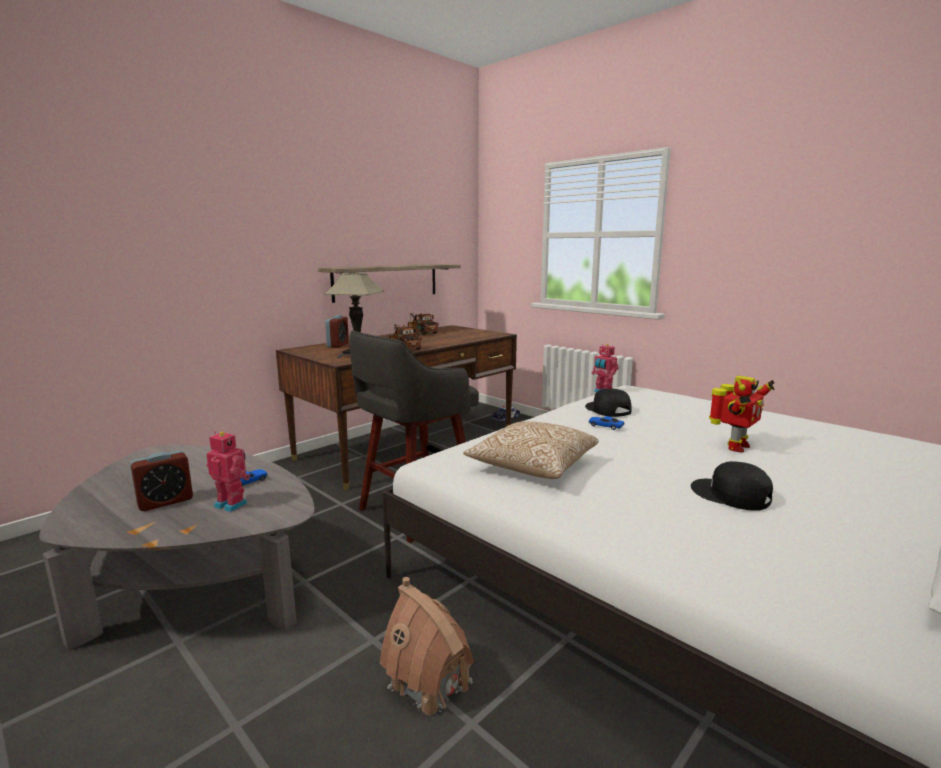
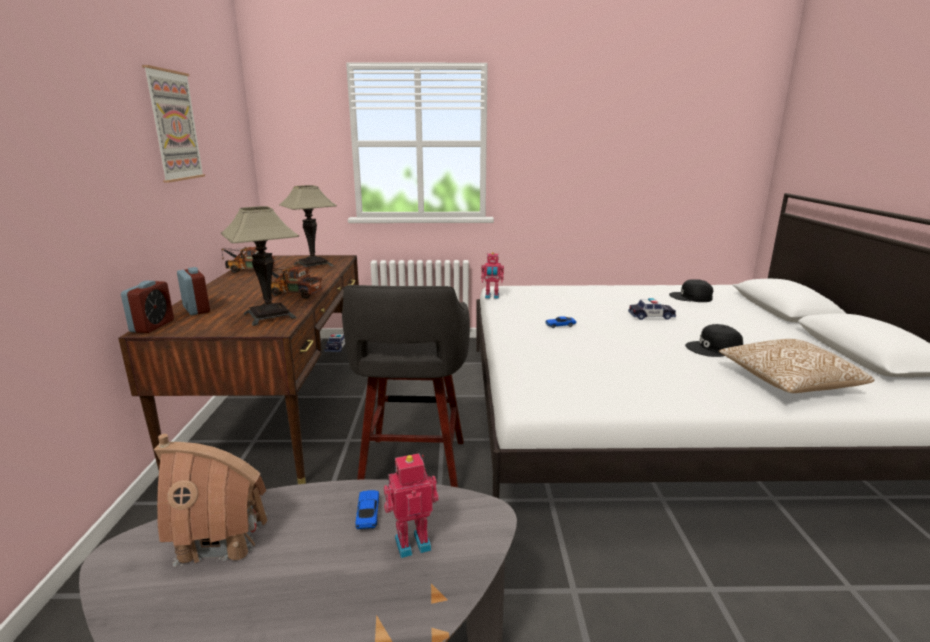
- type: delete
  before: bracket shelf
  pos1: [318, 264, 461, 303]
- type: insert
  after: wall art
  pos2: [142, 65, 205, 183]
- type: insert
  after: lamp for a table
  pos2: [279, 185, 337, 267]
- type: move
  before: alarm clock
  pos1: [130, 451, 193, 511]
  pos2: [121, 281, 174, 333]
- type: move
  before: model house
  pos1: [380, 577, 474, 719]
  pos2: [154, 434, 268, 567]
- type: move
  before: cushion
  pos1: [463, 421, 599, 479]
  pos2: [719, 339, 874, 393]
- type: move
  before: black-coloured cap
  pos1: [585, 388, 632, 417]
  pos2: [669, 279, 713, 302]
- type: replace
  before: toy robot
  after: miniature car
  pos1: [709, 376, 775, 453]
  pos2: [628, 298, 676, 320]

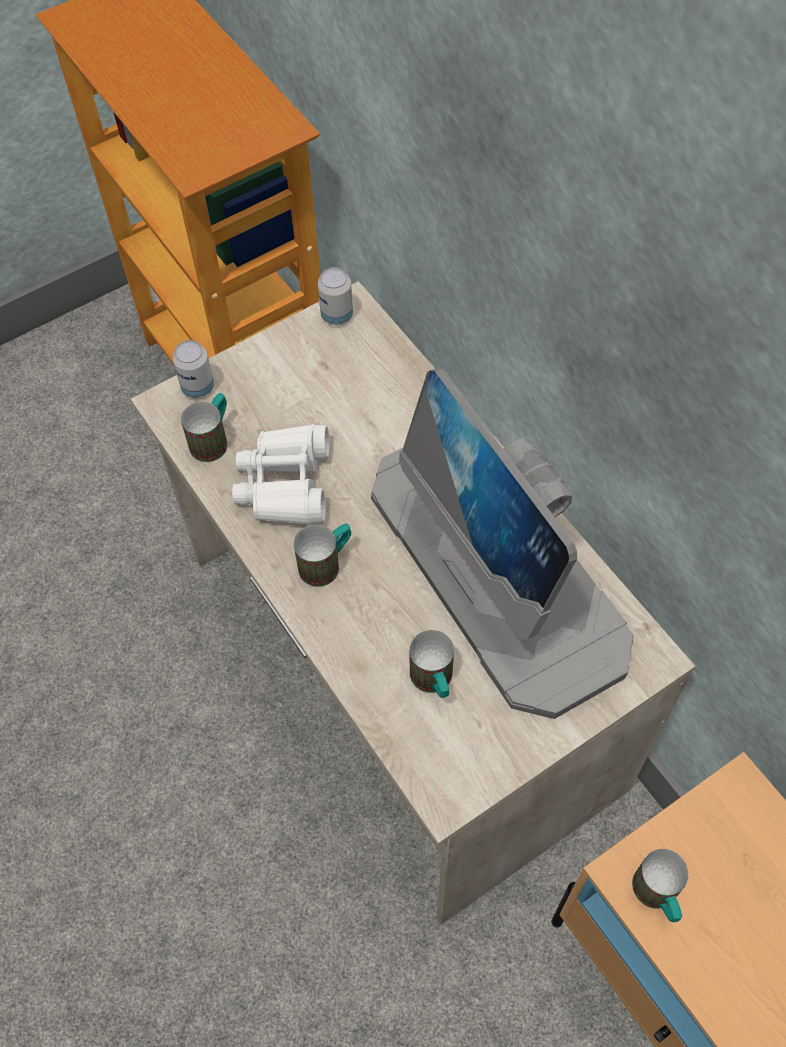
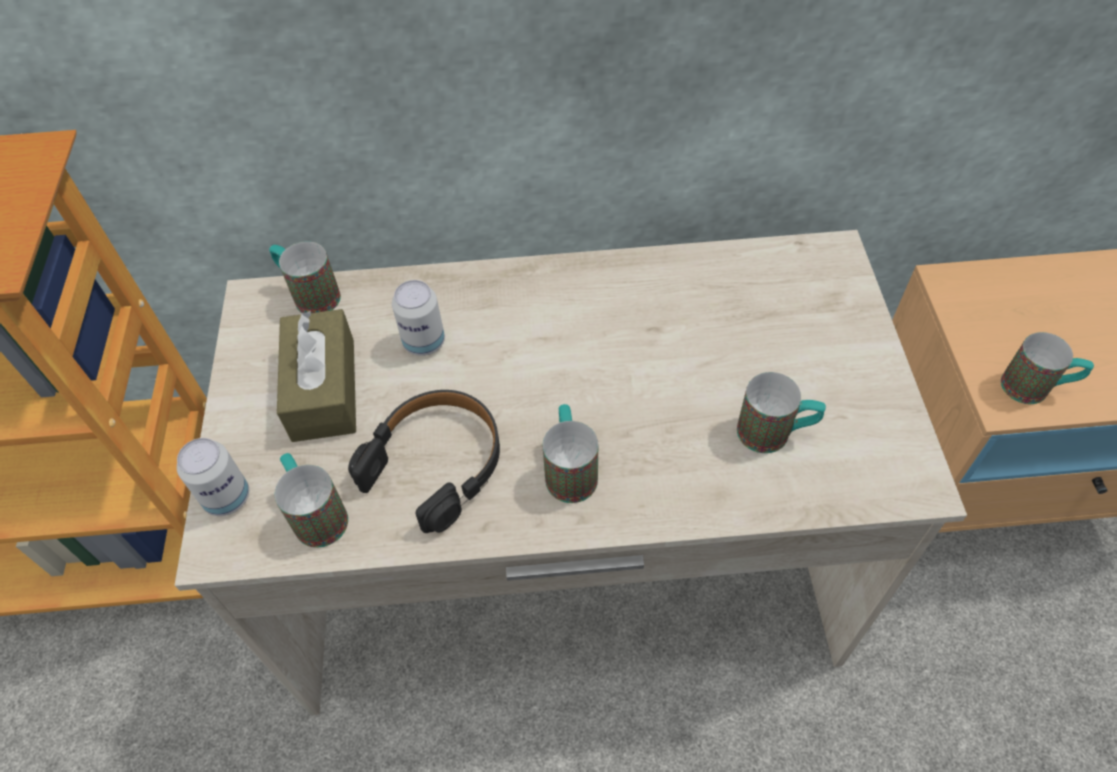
- type: delete
  before: computer screen
  pos1: [371, 368, 634, 719]
- type: insert
  after: mug
  pos2: [269, 241, 341, 313]
- type: insert
  after: brownish tissue holder
  pos2: [277, 309, 356, 442]
- type: move
  before: can
  pos1: [318, 267, 353, 325]
  pos2: [392, 280, 445, 356]
- type: replace
  before: white-coloured field glasses
  after: black-coloured pair of headphones
  pos1: [232, 424, 330, 525]
  pos2: [348, 390, 500, 533]

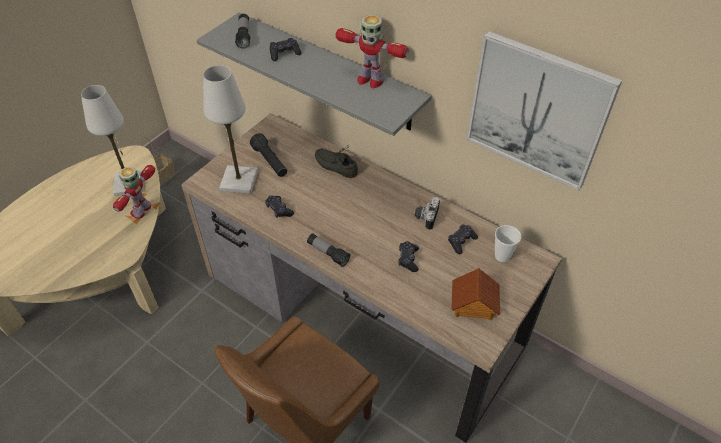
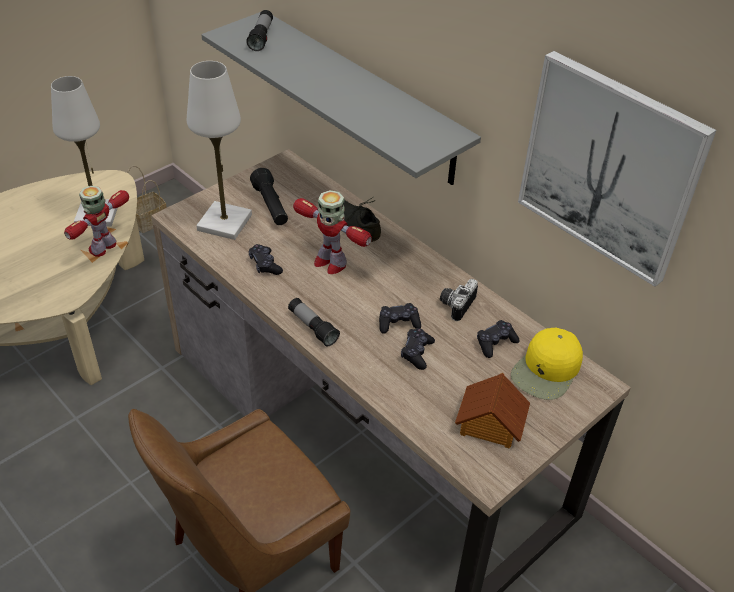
- type: move
  before: black-coloured joypad
  pos1: [270, 38, 301, 61]
  pos2: [379, 303, 421, 334]
- type: move
  before: toy robot
  pos1: [335, 15, 409, 88]
  pos2: [293, 190, 372, 274]
- type: replace
  before: drinking cup
  after: yellow-coloured cap
  pos1: [495, 225, 521, 262]
  pos2: [511, 327, 583, 400]

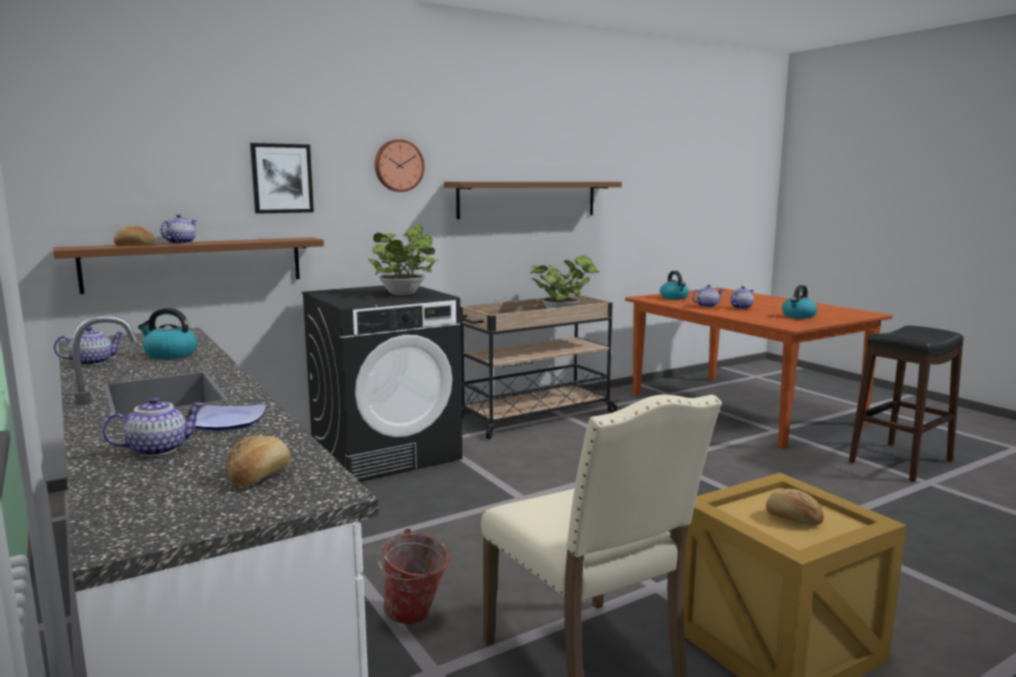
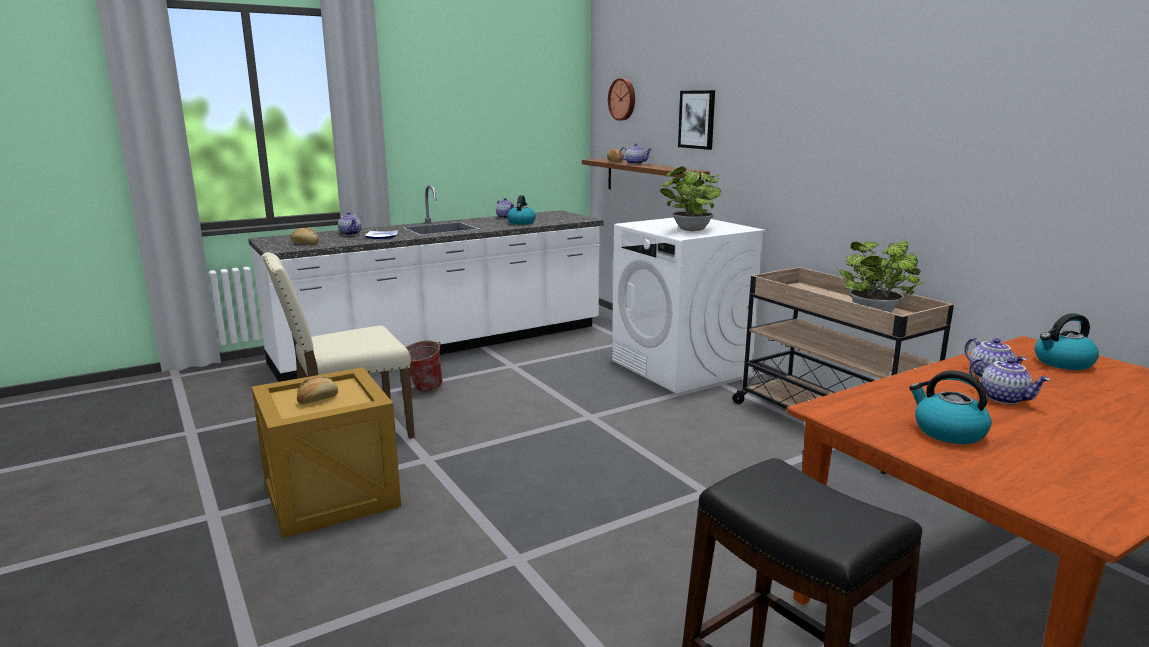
- type: delete
  before: brownish bracket shelf
  pos1: [444, 182, 622, 219]
- type: move
  before: hanging clock
  pos1: [375, 139, 425, 192]
  pos2: [608, 78, 635, 121]
- type: recolor
  before: black-coloured washing machine
  after: white-coloured washing machine
  pos1: [302, 285, 462, 482]
  pos2: [612, 218, 766, 393]

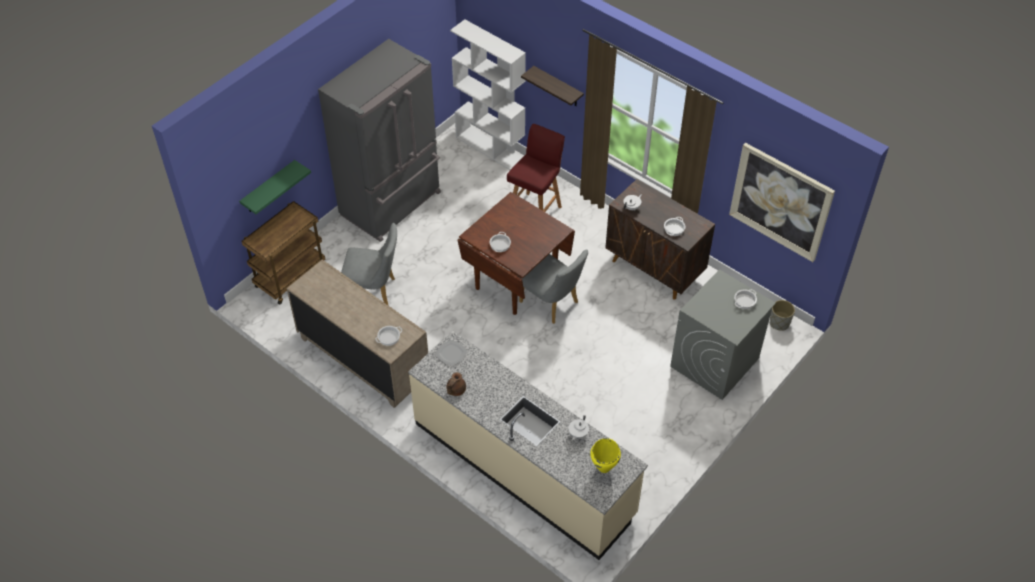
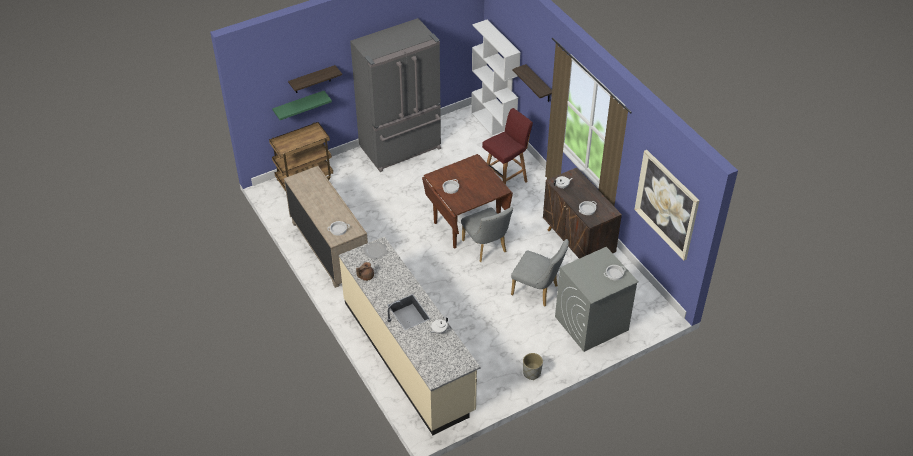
- type: delete
  before: yellow-coloured saucepot
  pos1: [590, 438, 621, 473]
- type: insert
  after: bracket shelf
  pos2: [288, 65, 342, 93]
- type: move
  before: gray upright chair
  pos1: [341, 223, 397, 306]
  pos2: [511, 239, 569, 306]
- type: move
  before: gray flower pot
  pos1: [770, 300, 795, 330]
  pos2: [523, 353, 543, 380]

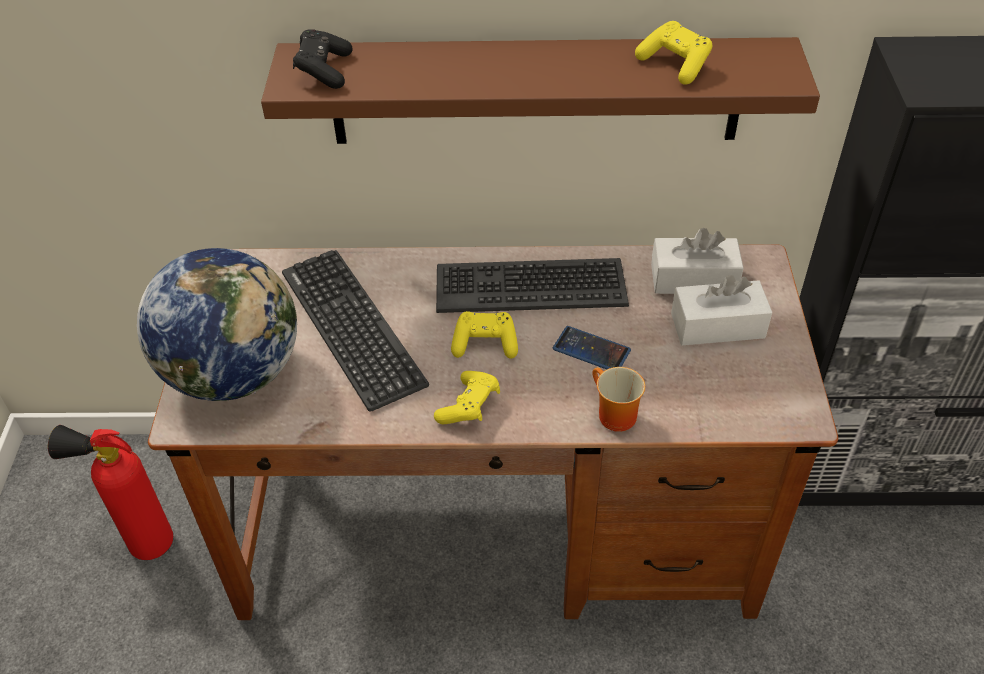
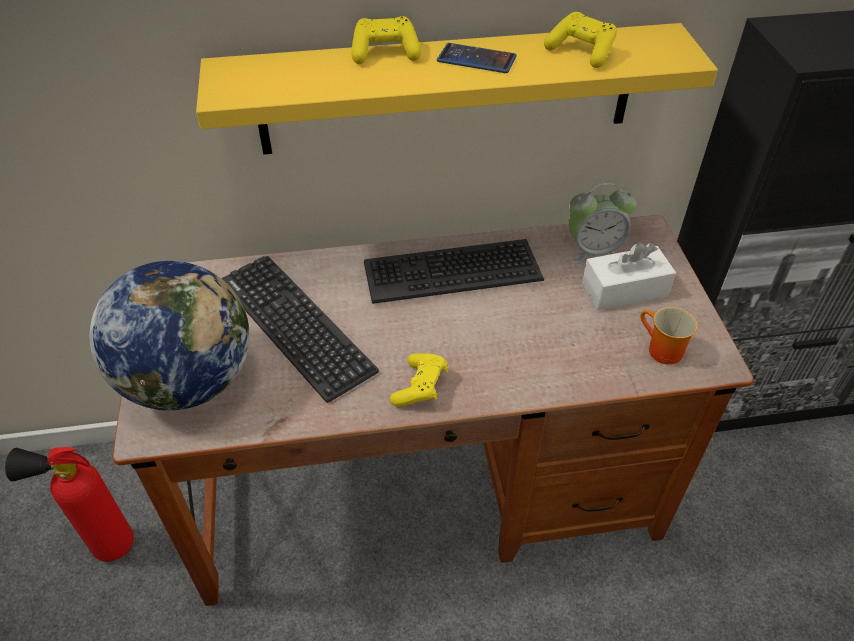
- type: delete
  before: black-coloured joypad
  pos1: [293, 29, 353, 89]
- type: move
  before: yellow-coloured joypad
  pos1: [451, 311, 518, 359]
  pos2: [352, 16, 421, 64]
- type: move
  before: telephone
  pos1: [553, 326, 631, 369]
  pos2: [437, 43, 517, 73]
- type: move
  before: mug
  pos1: [592, 367, 645, 432]
  pos2: [641, 306, 698, 365]
- type: replace
  before: white-coloured tissue holder
  after: alarm clock
  pos1: [651, 228, 744, 294]
  pos2: [569, 183, 636, 264]
- type: recolor
  before: brownish bracket shelf
  after: yellow-coloured bracket shelf
  pos1: [261, 37, 820, 144]
  pos2: [196, 23, 718, 155]

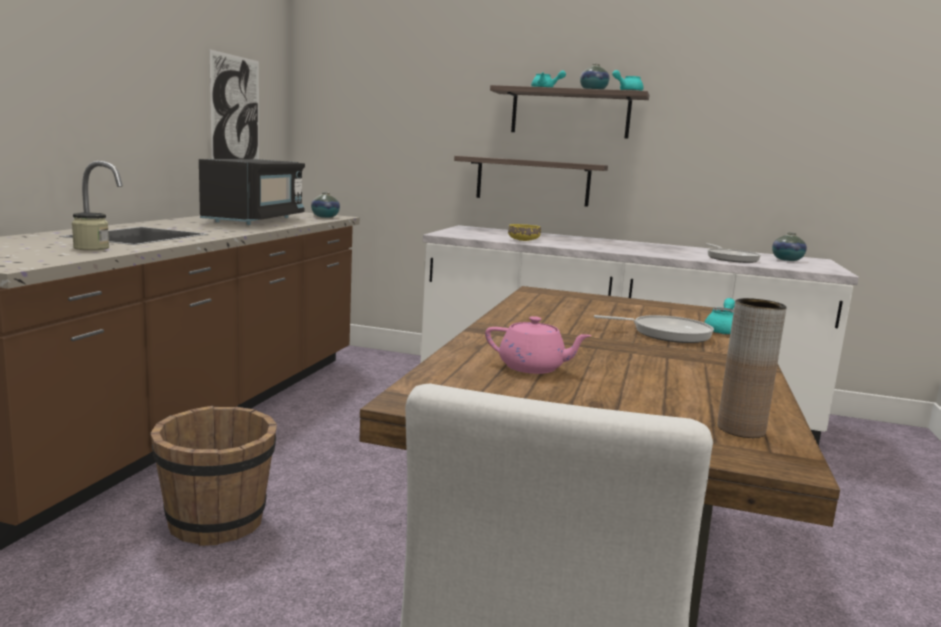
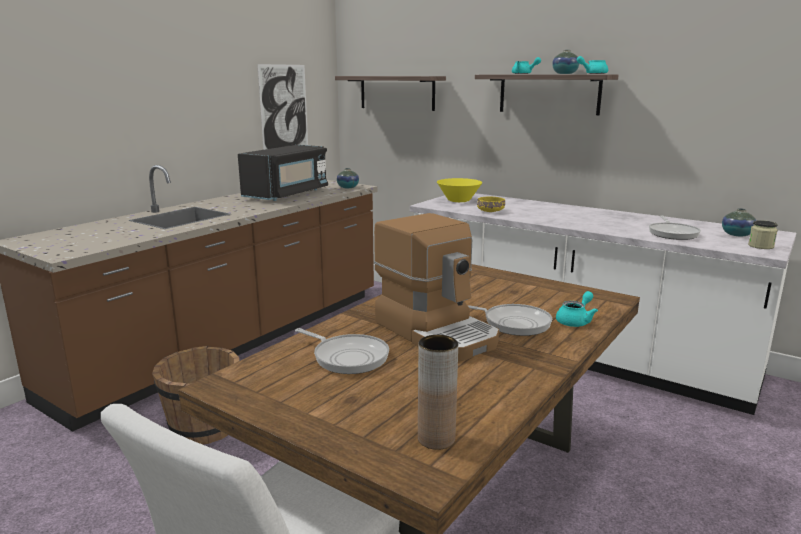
- type: insert
  after: coffee machine
  pos2: [374, 213, 499, 361]
- type: insert
  after: yellow-coloured deep dish
  pos2: [437, 178, 482, 202]
- type: move
  before: jar
  pos1: [72, 212, 109, 250]
  pos2: [748, 220, 778, 249]
- type: move
  before: bracket shelf
  pos1: [454, 156, 608, 207]
  pos2: [335, 76, 446, 111]
- type: replace
  before: pink tea pot
  after: pan
  pos1: [485, 316, 592, 374]
  pos2: [295, 328, 389, 374]

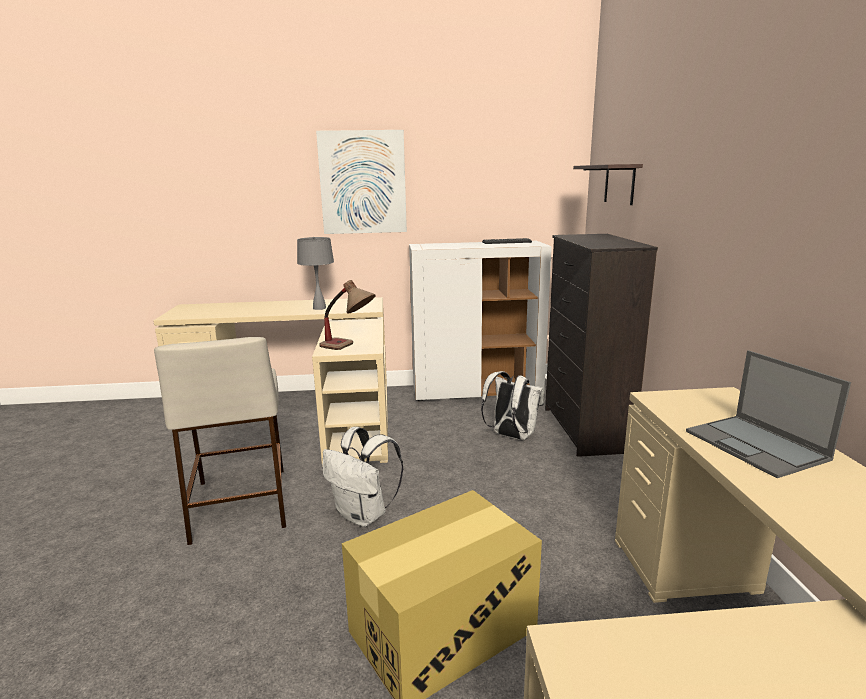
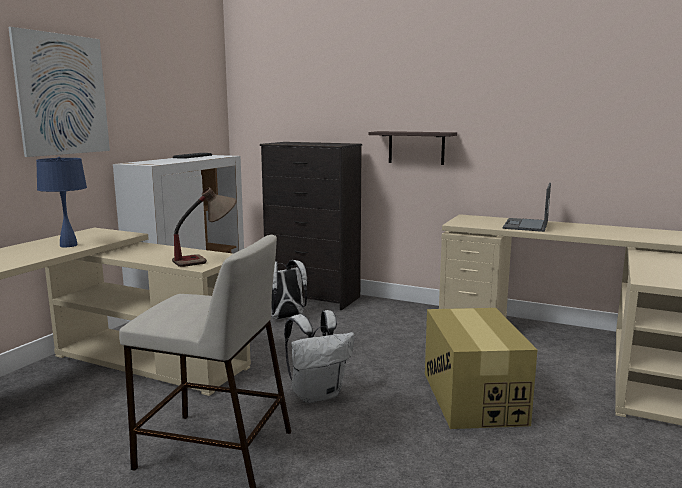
- type: move
  before: bracket shelf
  pos1: [573, 164, 643, 205]
  pos2: [368, 131, 457, 165]
- type: recolor
  before: gray lamp for a table
  after: blue-coloured lamp for a table
  pos1: [297, 237, 334, 310]
  pos2: [36, 157, 87, 247]
- type: rotate
  before: notebook computer
  pos1: [686, 350, 851, 478]
  pos2: [503, 183, 551, 232]
  turn: 105

